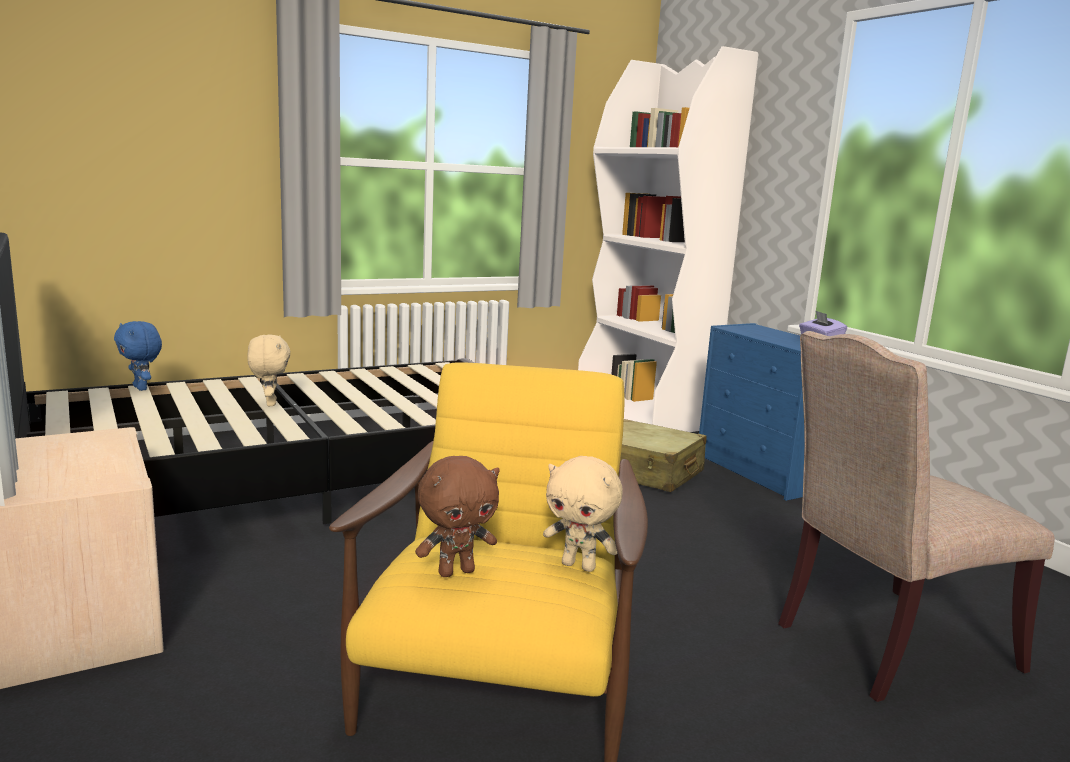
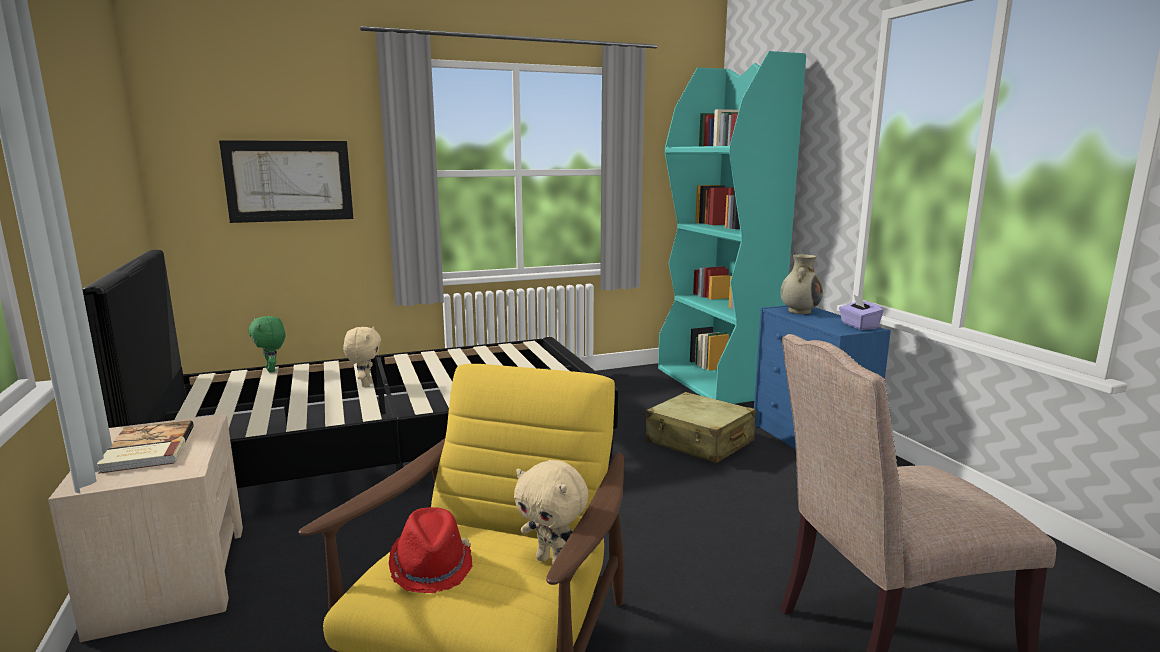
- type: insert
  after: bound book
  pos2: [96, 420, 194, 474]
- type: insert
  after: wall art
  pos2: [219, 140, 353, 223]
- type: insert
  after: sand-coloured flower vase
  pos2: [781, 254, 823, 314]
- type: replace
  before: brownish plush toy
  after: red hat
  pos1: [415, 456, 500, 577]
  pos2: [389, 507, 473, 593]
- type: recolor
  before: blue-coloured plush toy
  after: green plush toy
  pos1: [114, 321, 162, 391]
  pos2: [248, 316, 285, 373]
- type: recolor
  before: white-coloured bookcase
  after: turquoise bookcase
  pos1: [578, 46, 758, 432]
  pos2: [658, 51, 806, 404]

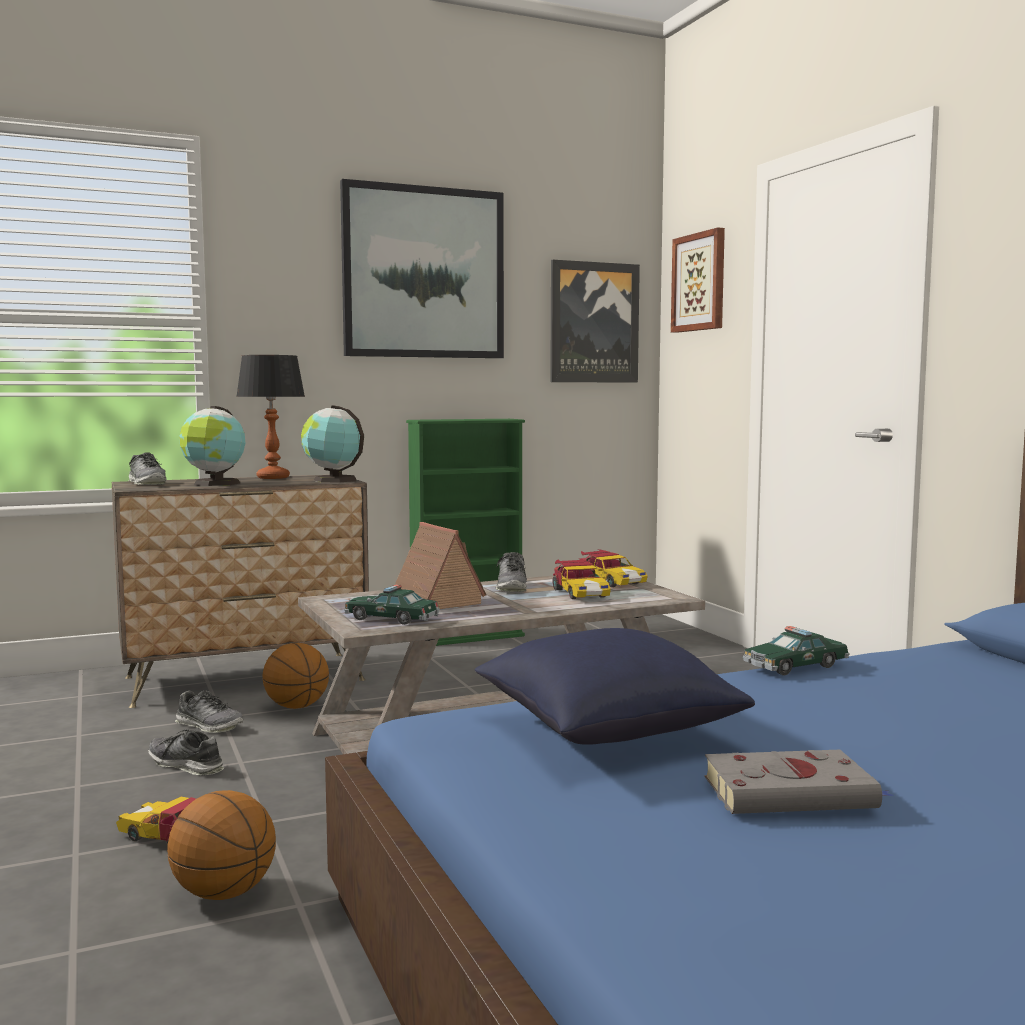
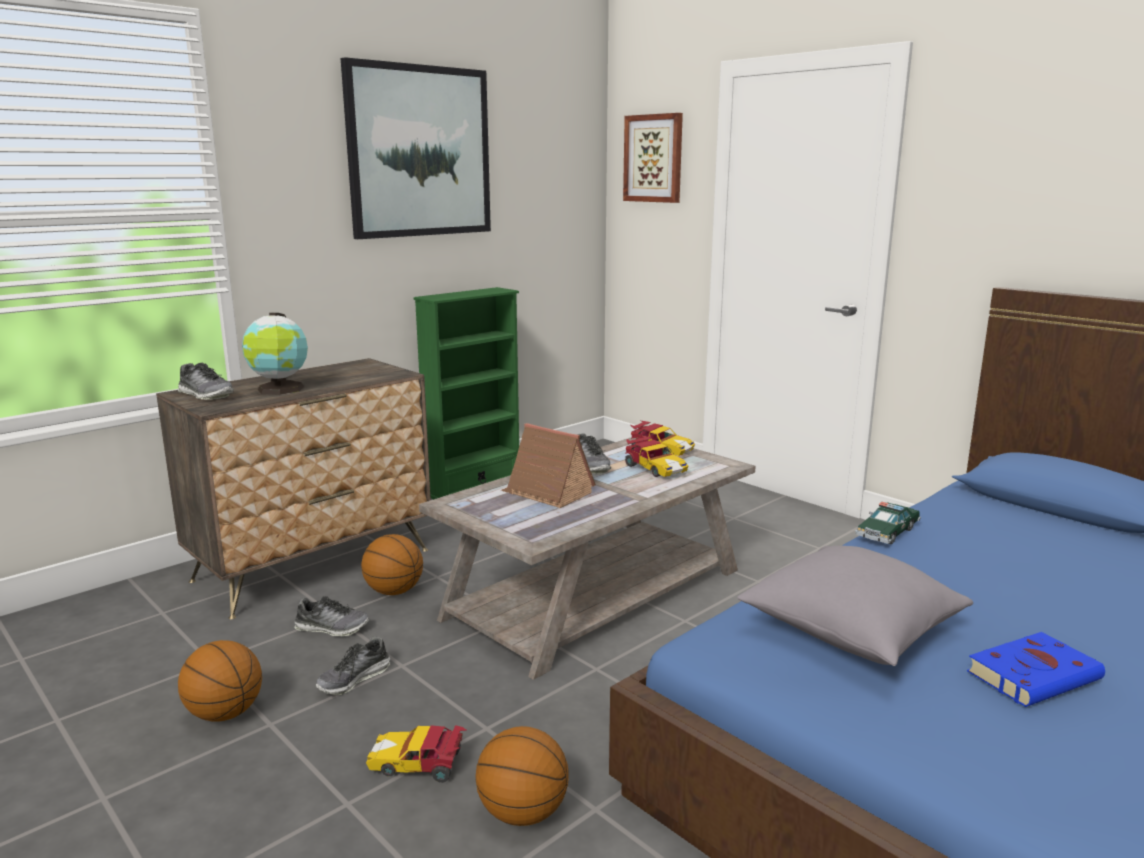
- type: delete
  before: lamp for a table
  pos1: [236, 355, 305, 479]
- type: delete
  before: world globe
  pos1: [301, 405, 364, 482]
- type: delete
  before: miniature car
  pos1: [344, 584, 440, 625]
- type: delete
  before: wall art
  pos1: [550, 260, 640, 383]
- type: insert
  after: basketball ball
  pos2: [178, 640, 262, 722]
- type: recolor
  before: blue-coloured cushion
  after: gray cushion
  pos1: [475, 628, 755, 745]
  pos2: [737, 546, 973, 666]
- type: recolor
  before: gray bound book
  after: blue-coloured bound book
  pos1: [705, 750, 895, 814]
  pos2: [967, 632, 1105, 707]
- type: rotate
  before: item of footwear
  pos1: [148, 730, 224, 775]
  pos2: [316, 636, 390, 695]
  turn: -60

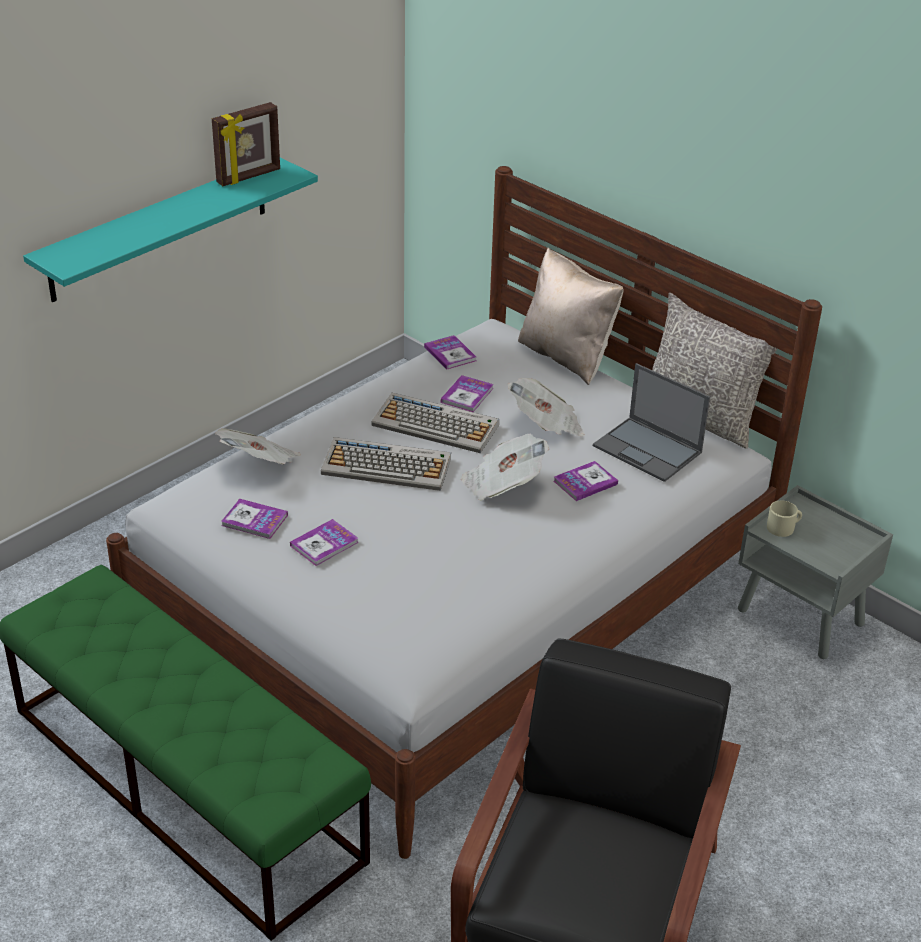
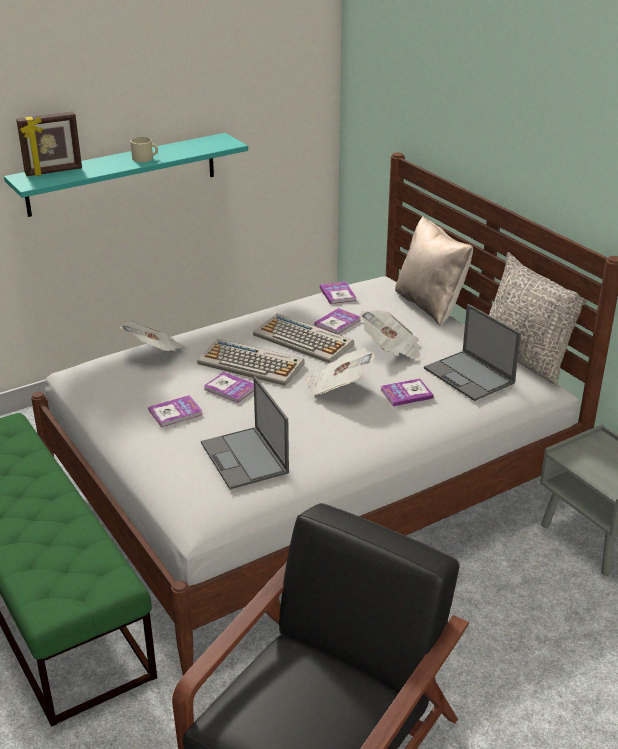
- type: insert
  after: notebook computer
  pos2: [201, 376, 289, 489]
- type: move
  before: standing frame
  pos1: [212, 102, 280, 186]
  pos2: [16, 111, 82, 176]
- type: move
  before: bound book
  pos1: [221, 499, 288, 539]
  pos2: [204, 372, 254, 403]
- type: move
  before: sand-coloured mug
  pos1: [767, 501, 802, 537]
  pos2: [130, 137, 158, 162]

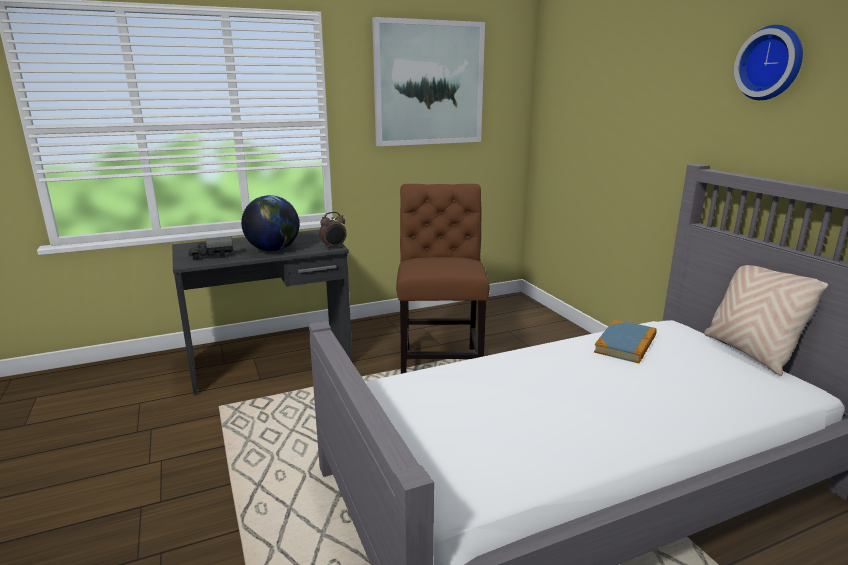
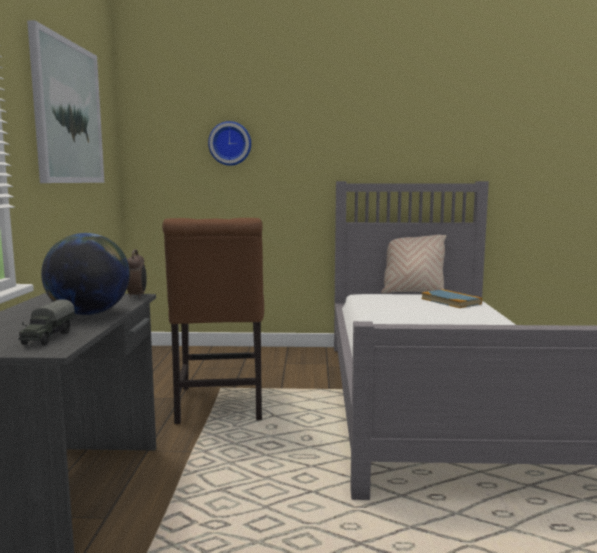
- type: move
  before: bound book
  pos1: [594, 320, 657, 363]
  pos2: [421, 289, 482, 308]
- type: move
  before: hanging clock
  pos1: [734, 25, 803, 100]
  pos2: [208, 121, 251, 166]
- type: rotate
  before: brownish upright chair
  pos1: [396, 184, 490, 374]
  pos2: [162, 218, 264, 424]
  turn: -120

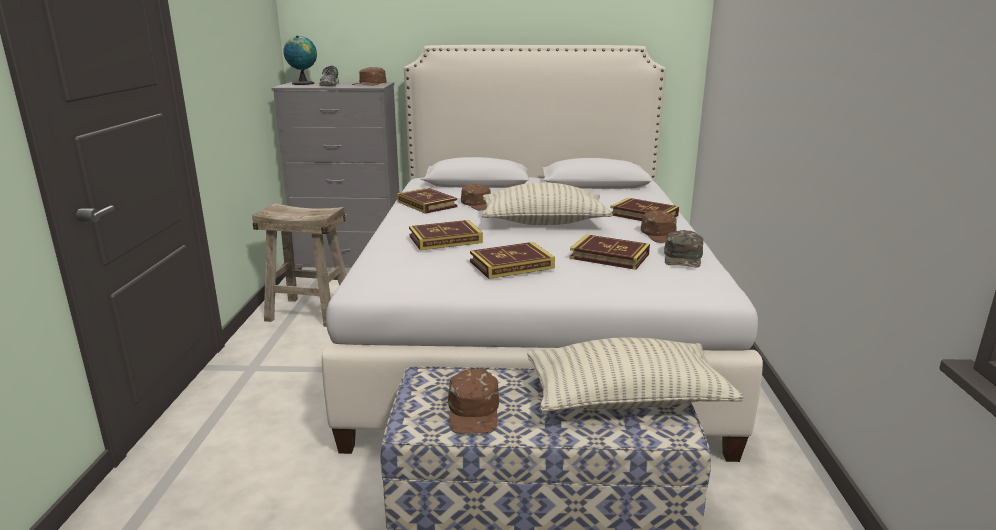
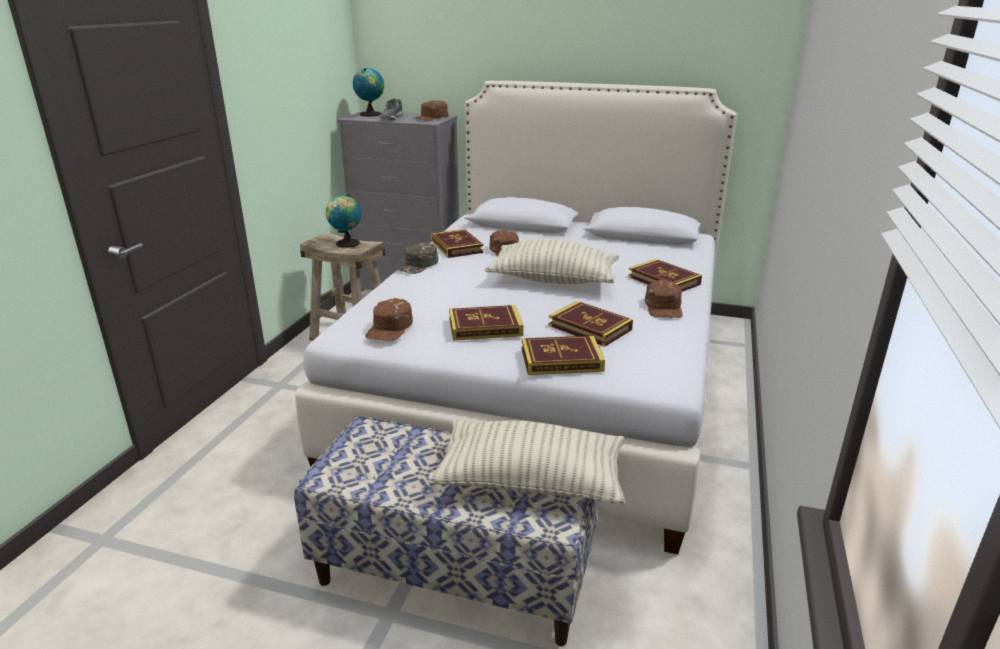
- type: insert
  after: world globe
  pos2: [326, 194, 361, 248]
- type: move
  before: bound book
  pos1: [409, 220, 483, 250]
  pos2: [522, 336, 605, 375]
- type: move
  before: brownish cap
  pos1: [448, 369, 499, 433]
  pos2: [365, 298, 413, 341]
- type: move
  before: green cap
  pos1: [664, 230, 703, 268]
  pos2: [395, 243, 438, 274]

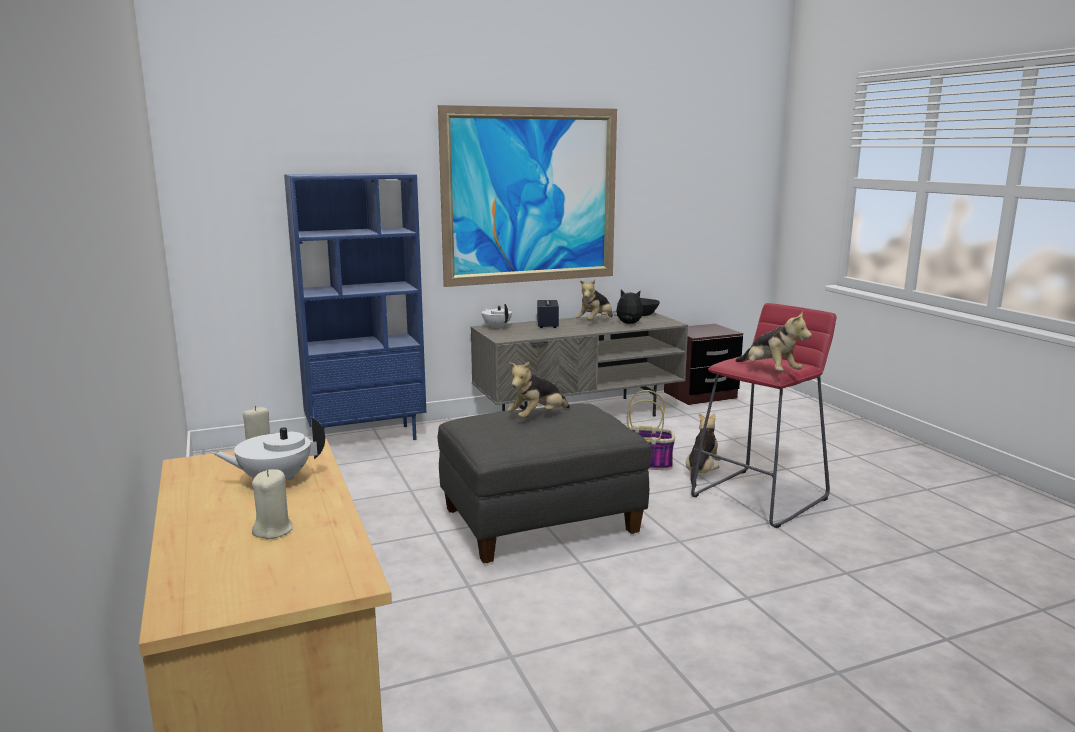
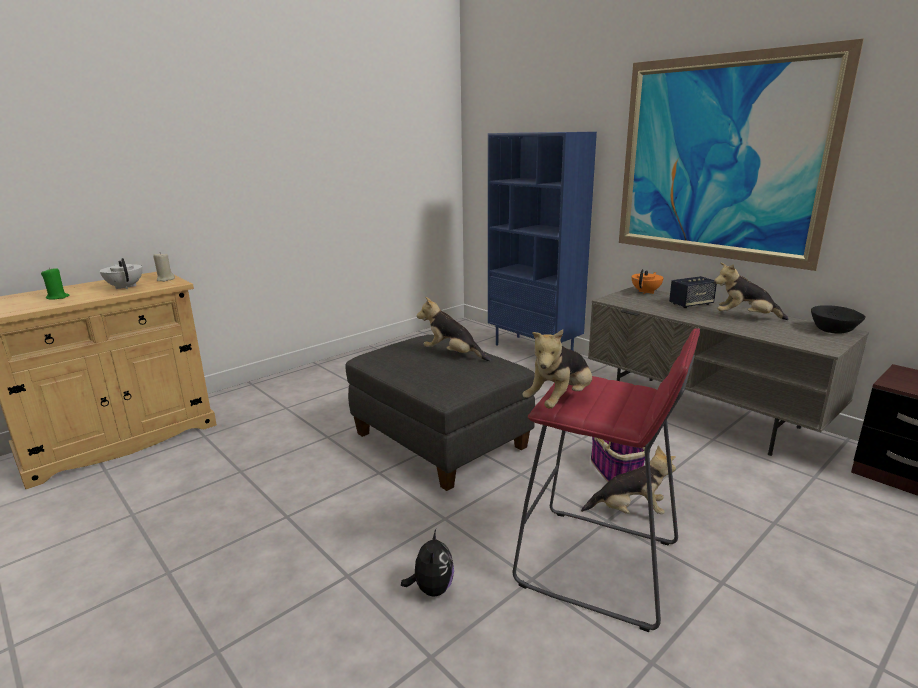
- type: move
  before: plush toy
  pos1: [612, 290, 643, 324]
  pos2: [401, 529, 454, 597]
- type: recolor
  before: sand-coloured wax light
  after: green wax light
  pos1: [252, 469, 293, 539]
  pos2: [41, 267, 70, 300]
- type: recolor
  before: white-coloured tea pot
  after: orangey tea pot
  pos1: [482, 304, 512, 329]
  pos2: [632, 269, 664, 294]

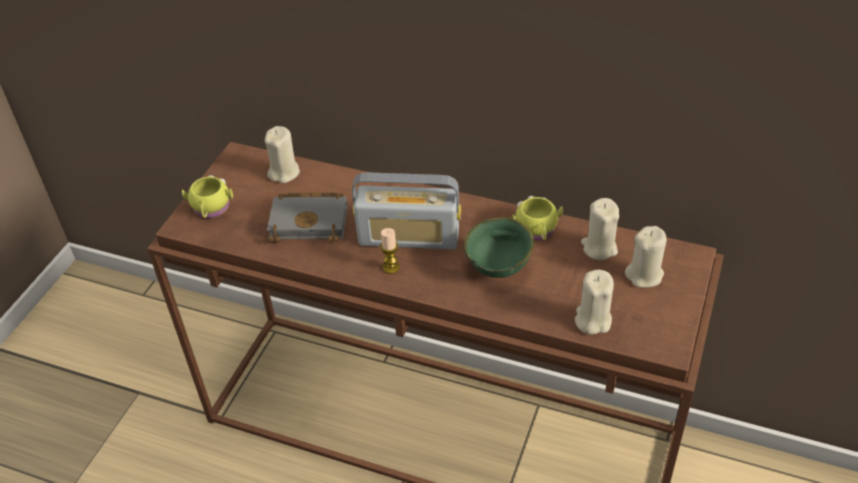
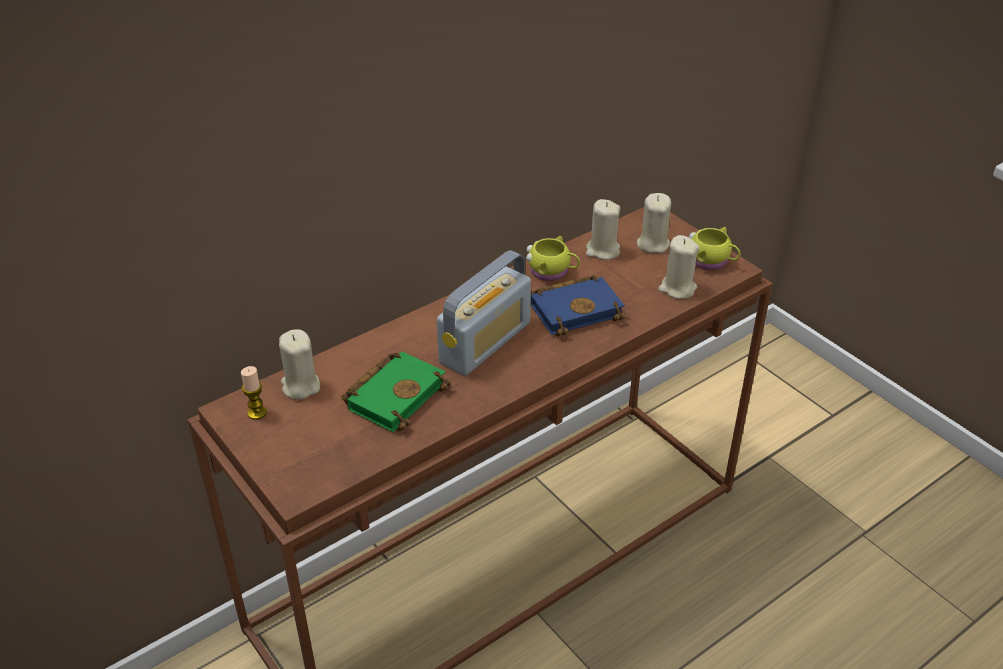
- type: move
  before: yellow-coloured mug
  pos1: [182, 175, 233, 218]
  pos2: [689, 227, 741, 270]
- type: move
  before: wax light
  pos1: [380, 228, 400, 274]
  pos2: [241, 366, 267, 420]
- type: replace
  before: green deep dish
  after: blue-coloured bound book
  pos1: [464, 217, 534, 278]
  pos2: [531, 275, 625, 337]
- type: recolor
  before: gray bound book
  after: green bound book
  pos1: [267, 192, 348, 242]
  pos2: [342, 352, 451, 432]

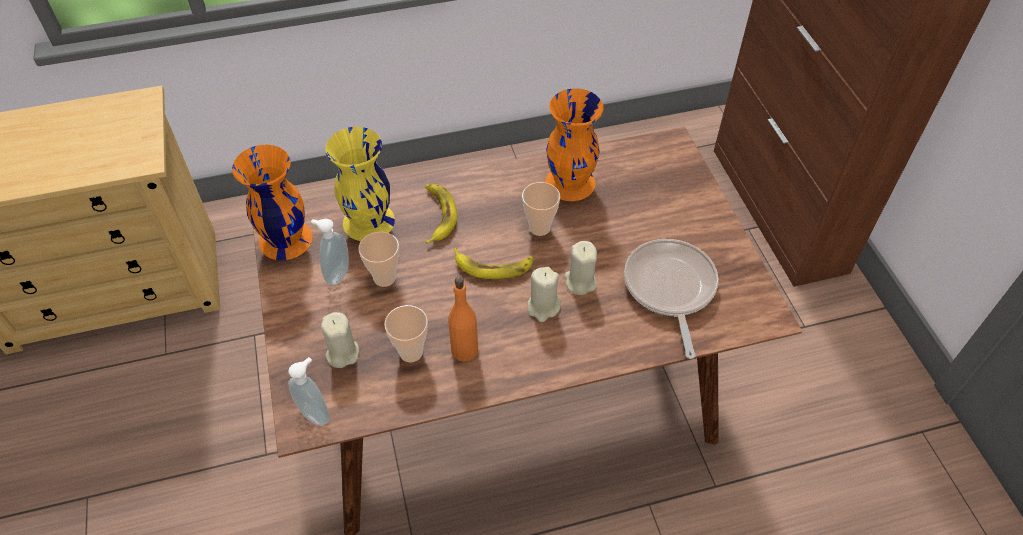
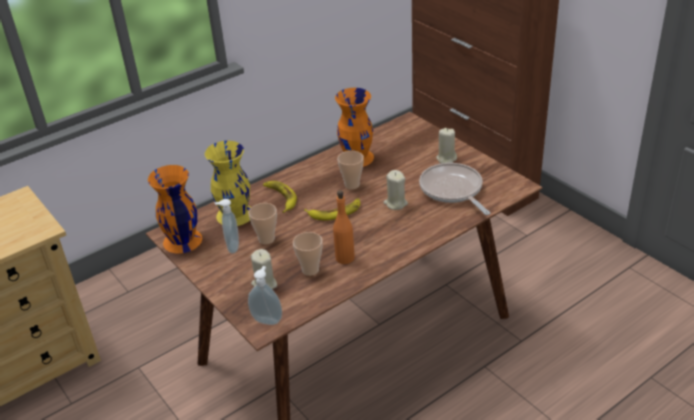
- type: move
  before: sand-coloured wax light
  pos1: [528, 266, 561, 322]
  pos2: [436, 128, 457, 163]

